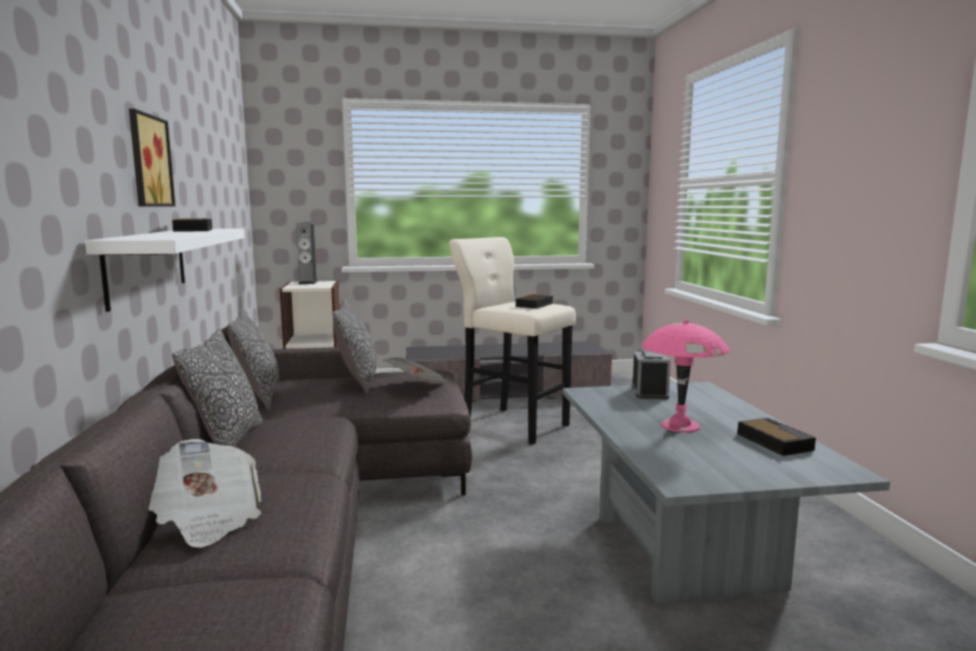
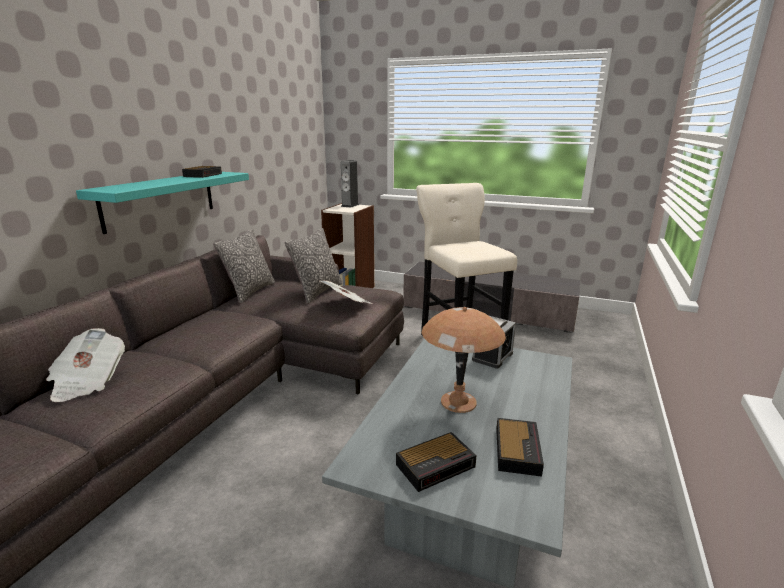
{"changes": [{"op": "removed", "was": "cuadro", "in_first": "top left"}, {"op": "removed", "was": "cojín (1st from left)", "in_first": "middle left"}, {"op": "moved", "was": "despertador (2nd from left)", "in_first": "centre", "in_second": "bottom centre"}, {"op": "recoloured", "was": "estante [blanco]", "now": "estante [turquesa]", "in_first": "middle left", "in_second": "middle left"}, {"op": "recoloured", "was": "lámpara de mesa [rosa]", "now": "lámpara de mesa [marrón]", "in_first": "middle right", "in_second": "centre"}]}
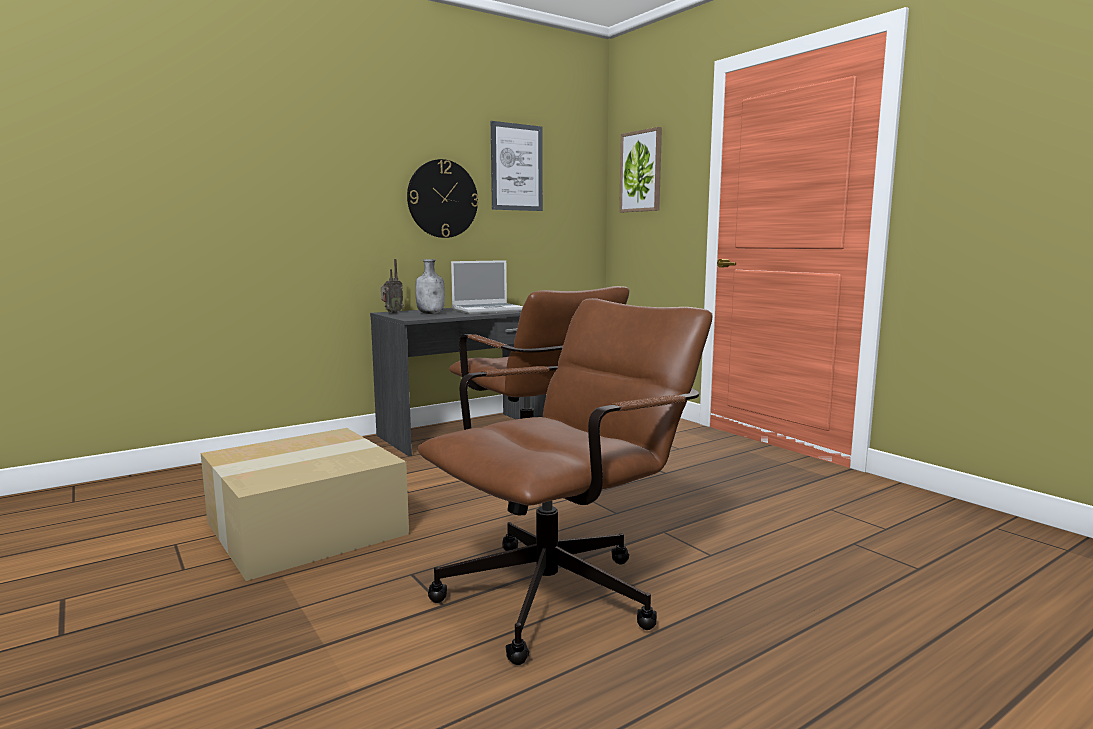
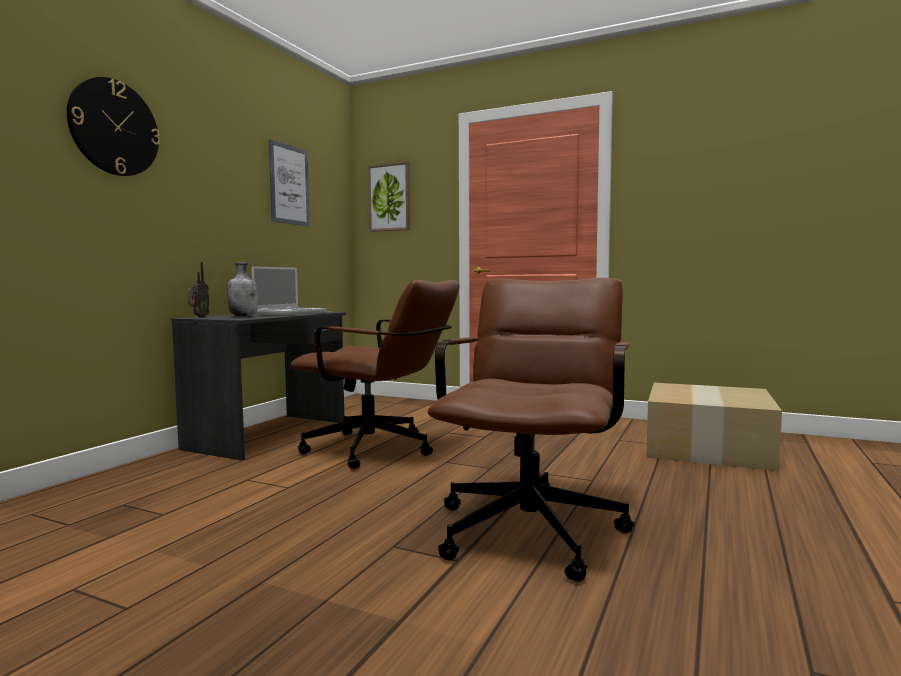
{"changes": [{"op": "moved", "was": "caja de cartón", "in_first": "bottom left", "in_second": "middle right"}, {"op": "moved", "was": "reloj de pared", "in_first": "top centre", "in_second": "top left"}]}
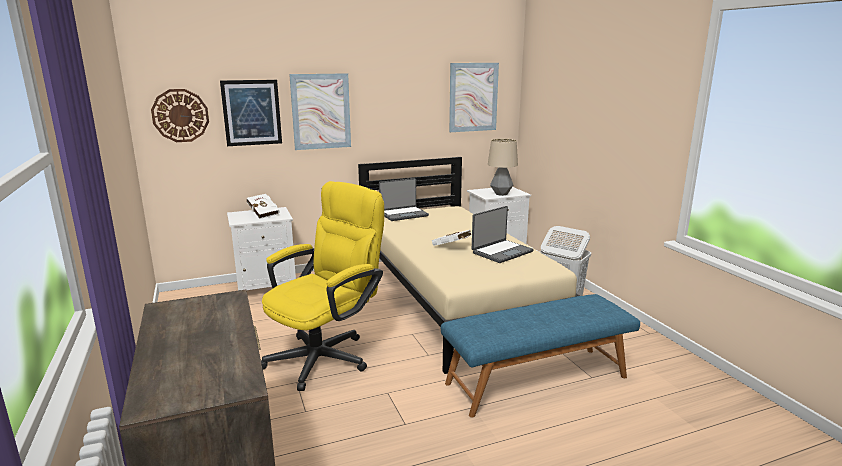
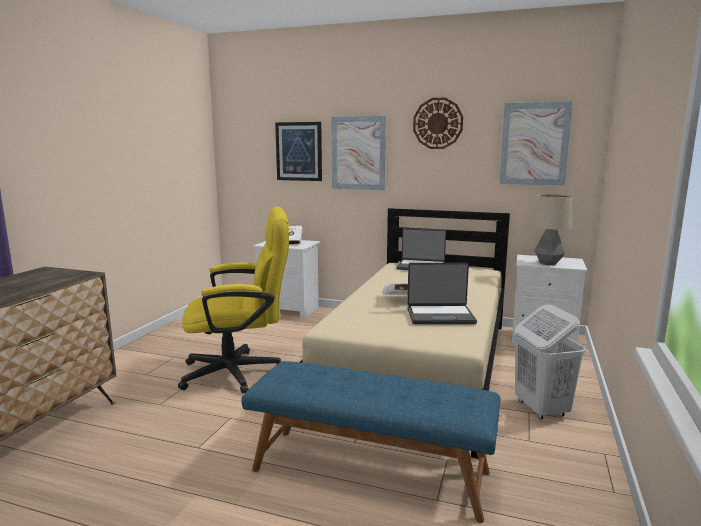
{"changes": [{"op": "moved", "was": "reloj de pared", "in_first": "top left", "in_second": "top centre"}]}
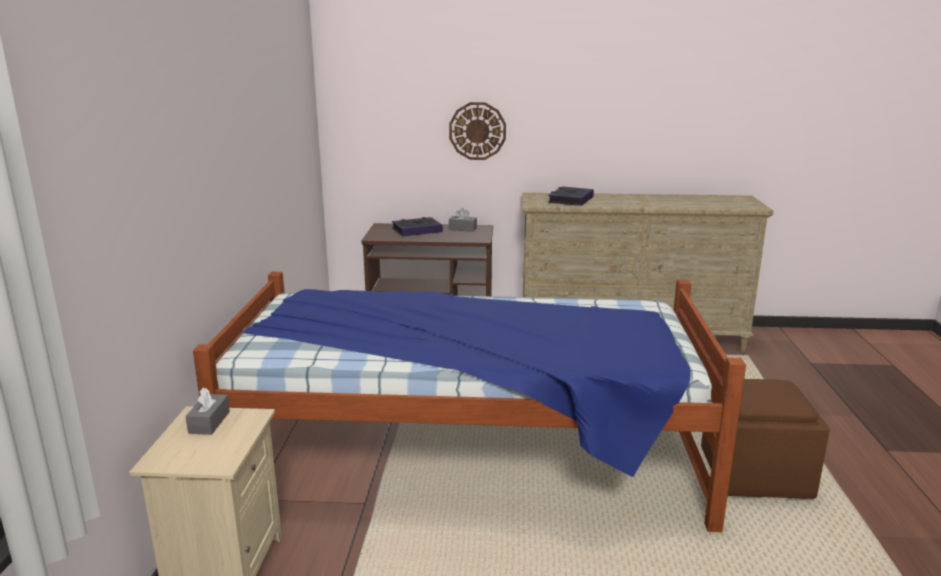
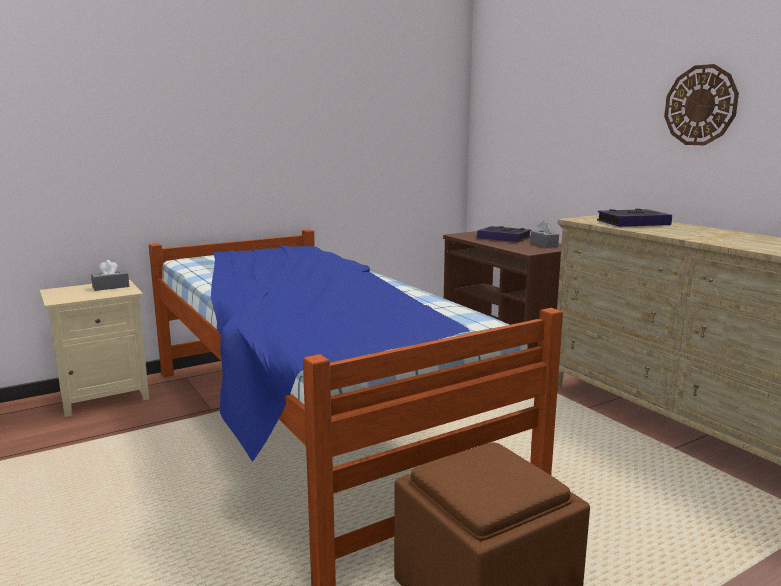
{"changes": [{"op": "moved", "was": "reloj de pared", "in_first": "top centre", "in_second": "top right"}]}
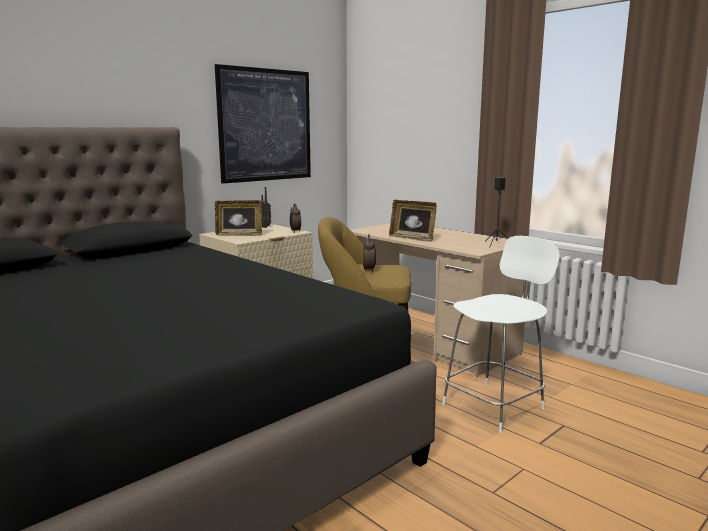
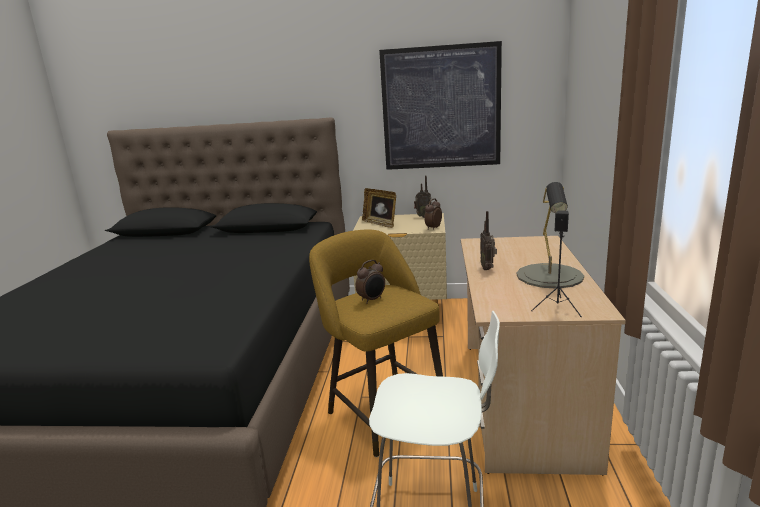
{"changes": [{"op": "added", "now": "lámpara de mesa [gris]", "in_second": "middle right"}, {"op": "replaced", "was": "portarretratos (2nd from left)", "now": "radio (2nd from left)", "in_first": "centre", "in_second": "centre"}]}
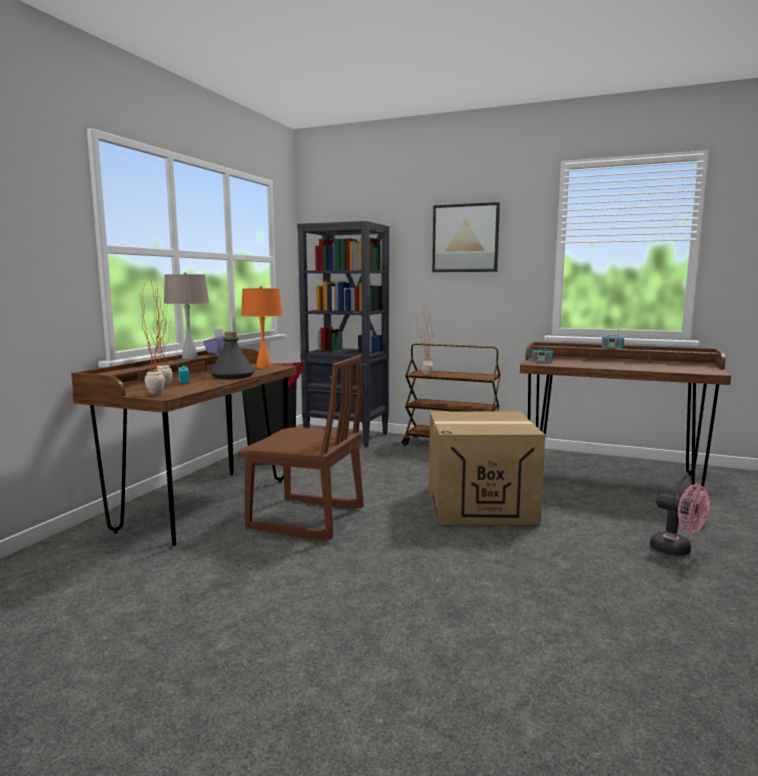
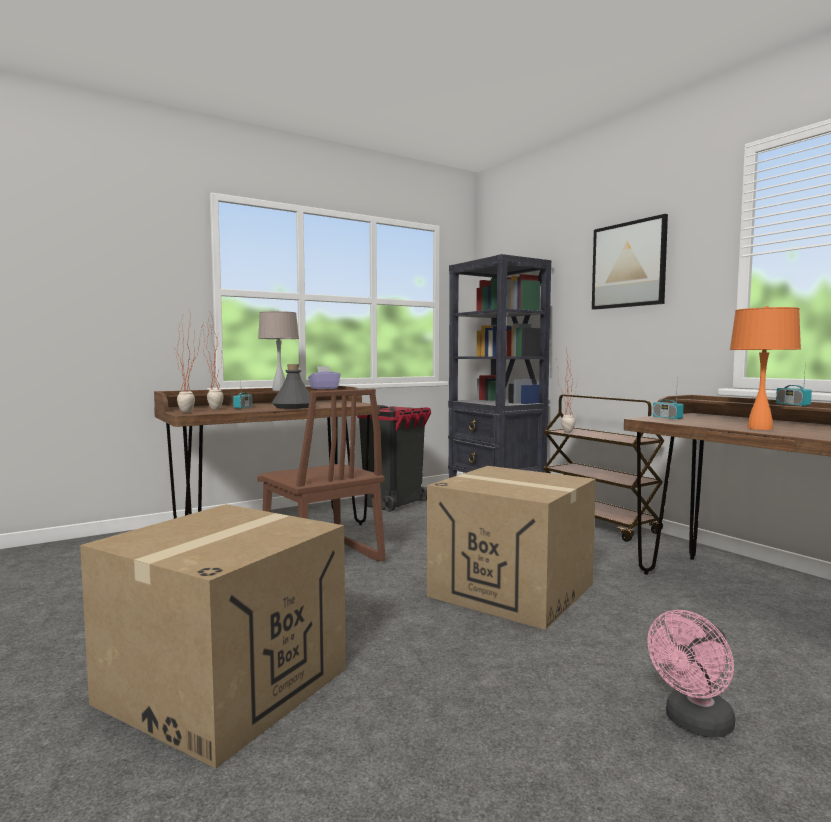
{"changes": [{"op": "added", "now": "caja de cartón (1st from left)", "in_second": "bottom left"}, {"op": "moved", "was": "lámpara de mesa [naranja]", "in_first": "centre", "in_second": "middle right"}, {"op": "turned", "was": "ventilador [rosa]", "in_first": "bottom right", "in_second": "bottom right", "clockwise": 60}]}
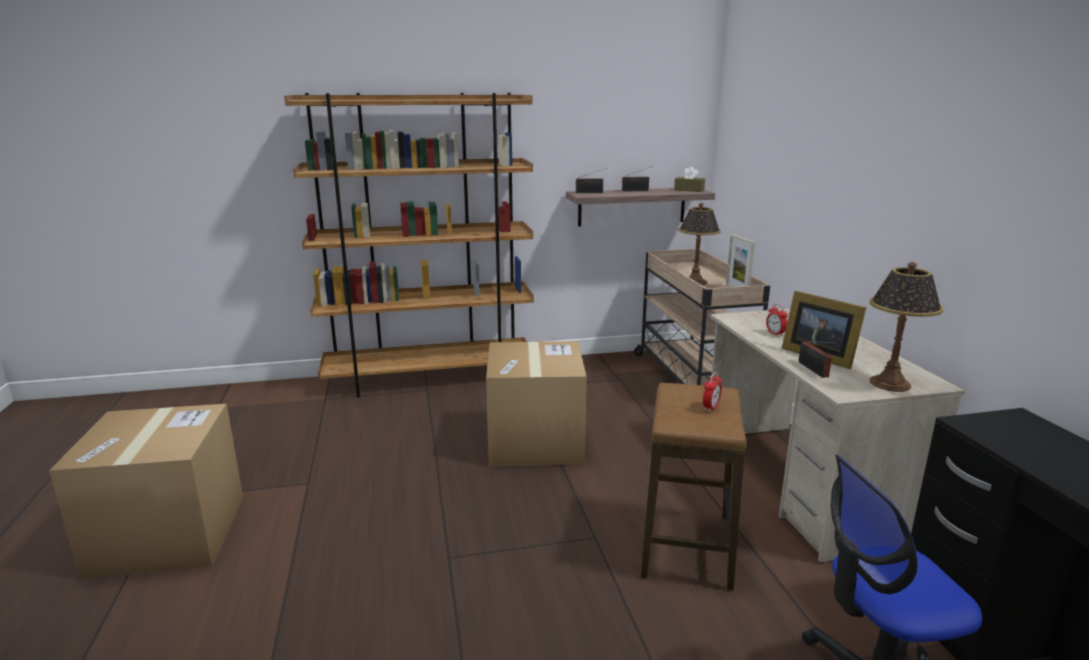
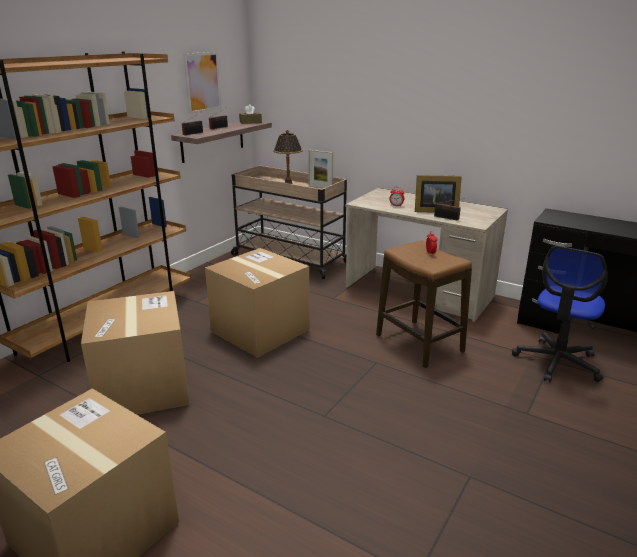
{"changes": [{"op": "removed", "was": "lámpara de mesa (2nd from left)", "in_first": "middle right"}, {"op": "added", "now": "caja de cartón (2nd from left)", "in_second": "middle left"}, {"op": "added", "now": "cuadro", "in_second": "top left"}]}
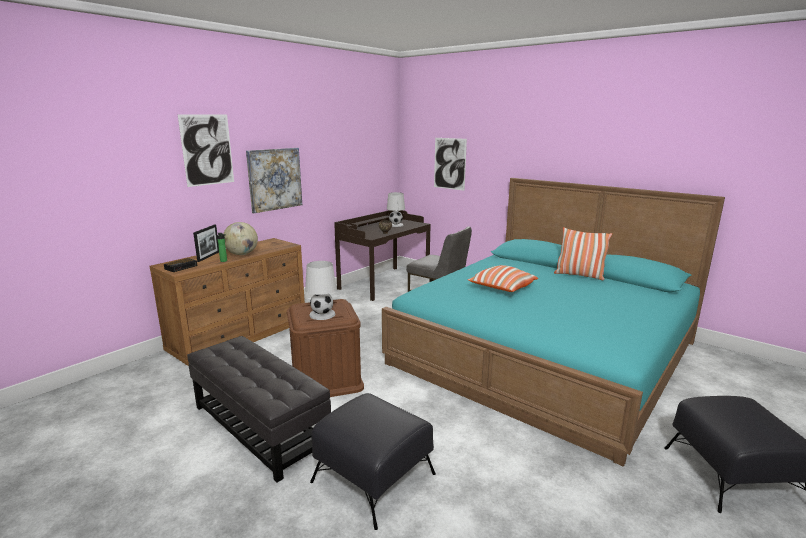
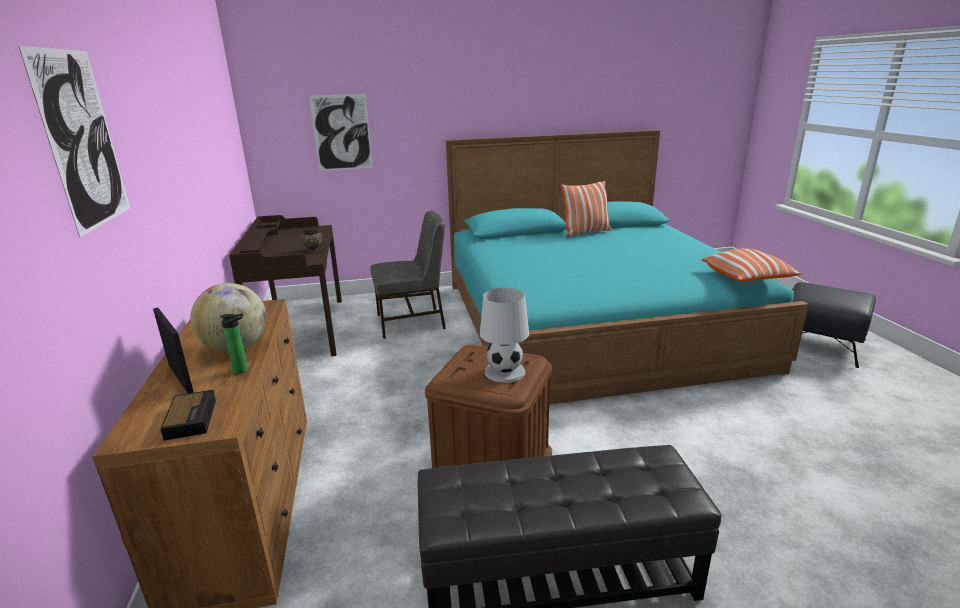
{"changes": [{"op": "removed", "was": "cuadro (2nd from left)", "in_first": "centre"}, {"op": "removed", "was": "puf [negro] (2nd from left)", "in_first": "bottom centre"}, {"op": "removed", "was": "lámpara de mesa [blanco] (2nd from left)", "in_first": "centre"}, {"op": "moved", "was": "cojín (1st from left in the first image)", "now": "cojín (2nd from left)", "in_first": "centre", "in_second": "middle right"}]}
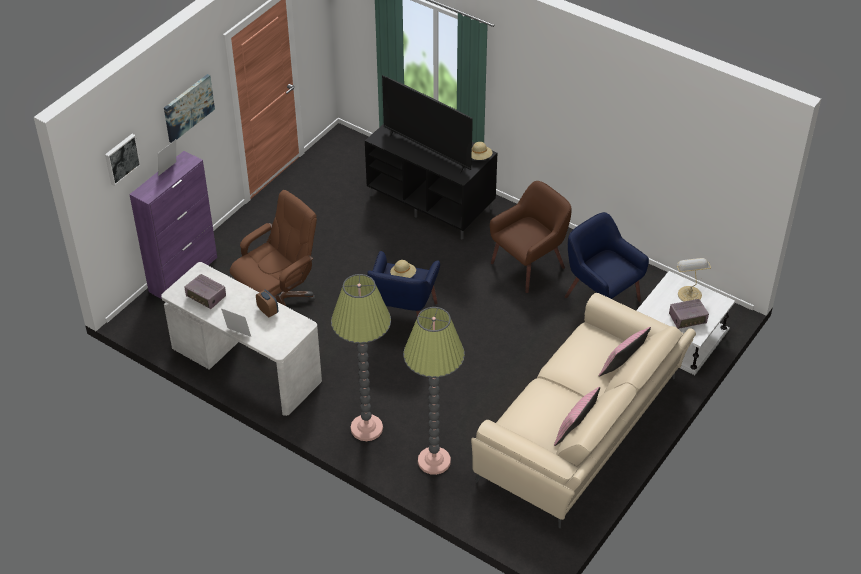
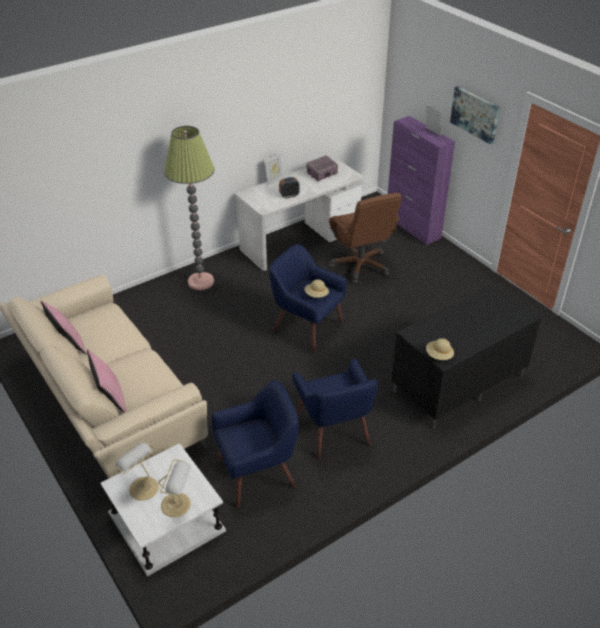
{"changes": [{"op": "removed", "was": "cuadro (1st from left)", "in_first": "top left"}, {"op": "removed", "was": "televisor", "in_first": "top centre"}, {"op": "removed", "was": "lámpara de pie (2nd from left)", "in_first": "bottom centre"}, {"op": "replaced", "was": "radio (2nd from left)", "now": "lámpara de mesa (1st from left)", "in_first": "middle right", "in_second": "bottom left"}, {"op": "recoloured", "was": "sillón [marrón]", "now": "sillón [azul] (3rd from left)", "in_first": "centre", "in_second": "centre"}]}
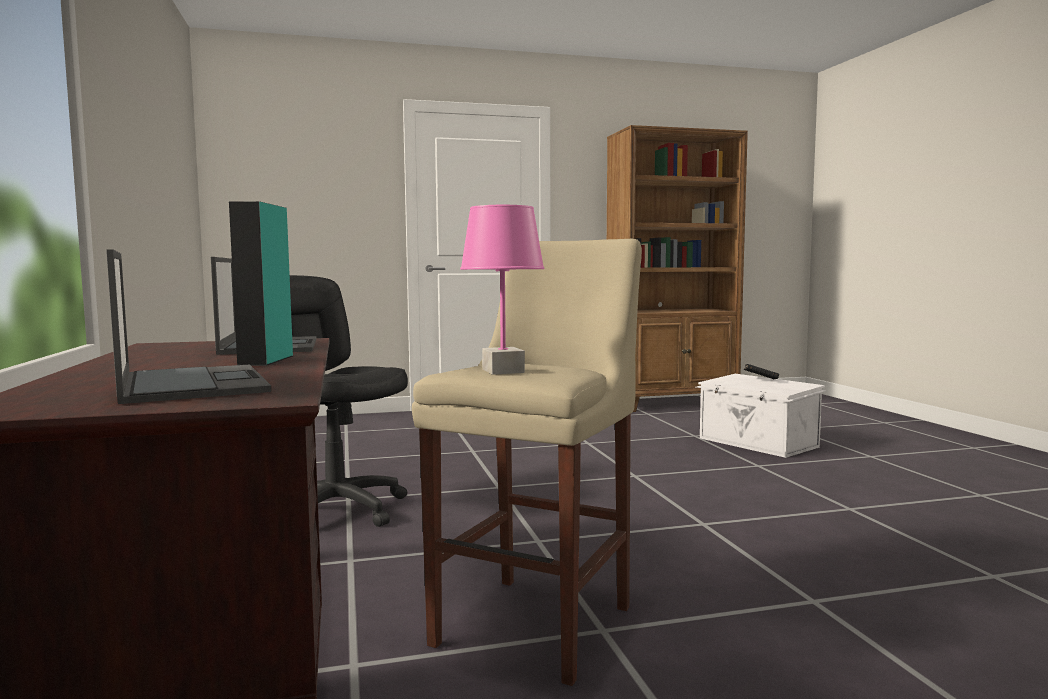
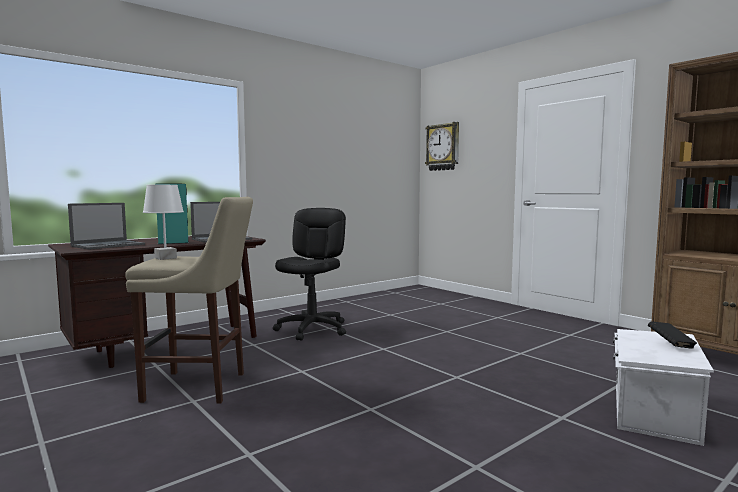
{"changes": [{"op": "added", "now": "reloj de pared", "in_second": "top centre"}, {"op": "recoloured", "was": "lámpara de mesa [rosa]", "now": "lámpara de mesa [blanco]", "in_first": "centre", "in_second": "middle left"}]}
